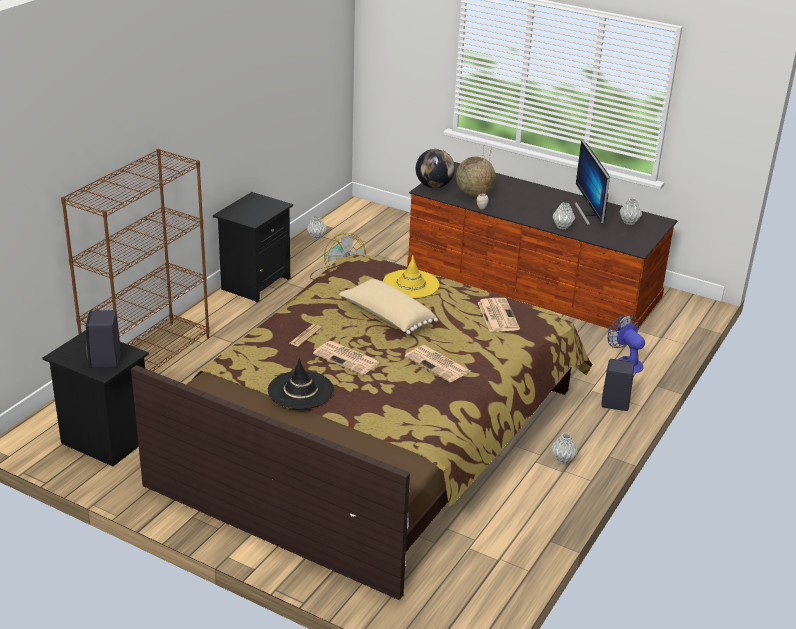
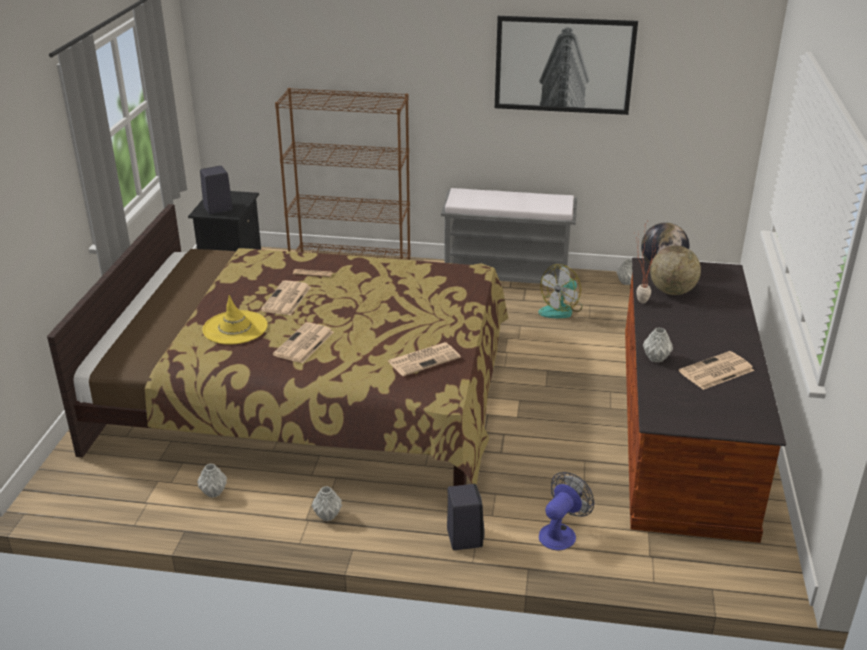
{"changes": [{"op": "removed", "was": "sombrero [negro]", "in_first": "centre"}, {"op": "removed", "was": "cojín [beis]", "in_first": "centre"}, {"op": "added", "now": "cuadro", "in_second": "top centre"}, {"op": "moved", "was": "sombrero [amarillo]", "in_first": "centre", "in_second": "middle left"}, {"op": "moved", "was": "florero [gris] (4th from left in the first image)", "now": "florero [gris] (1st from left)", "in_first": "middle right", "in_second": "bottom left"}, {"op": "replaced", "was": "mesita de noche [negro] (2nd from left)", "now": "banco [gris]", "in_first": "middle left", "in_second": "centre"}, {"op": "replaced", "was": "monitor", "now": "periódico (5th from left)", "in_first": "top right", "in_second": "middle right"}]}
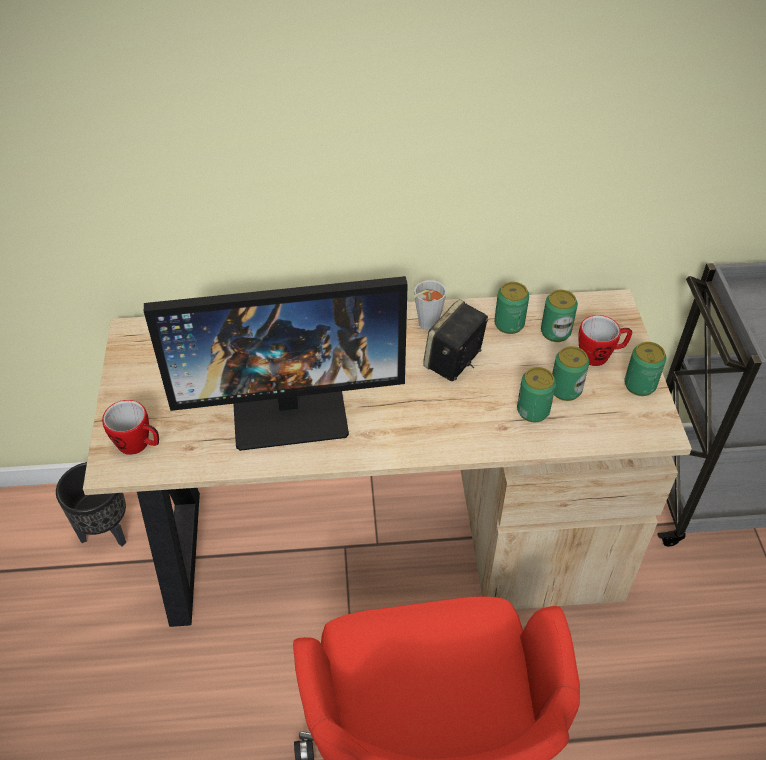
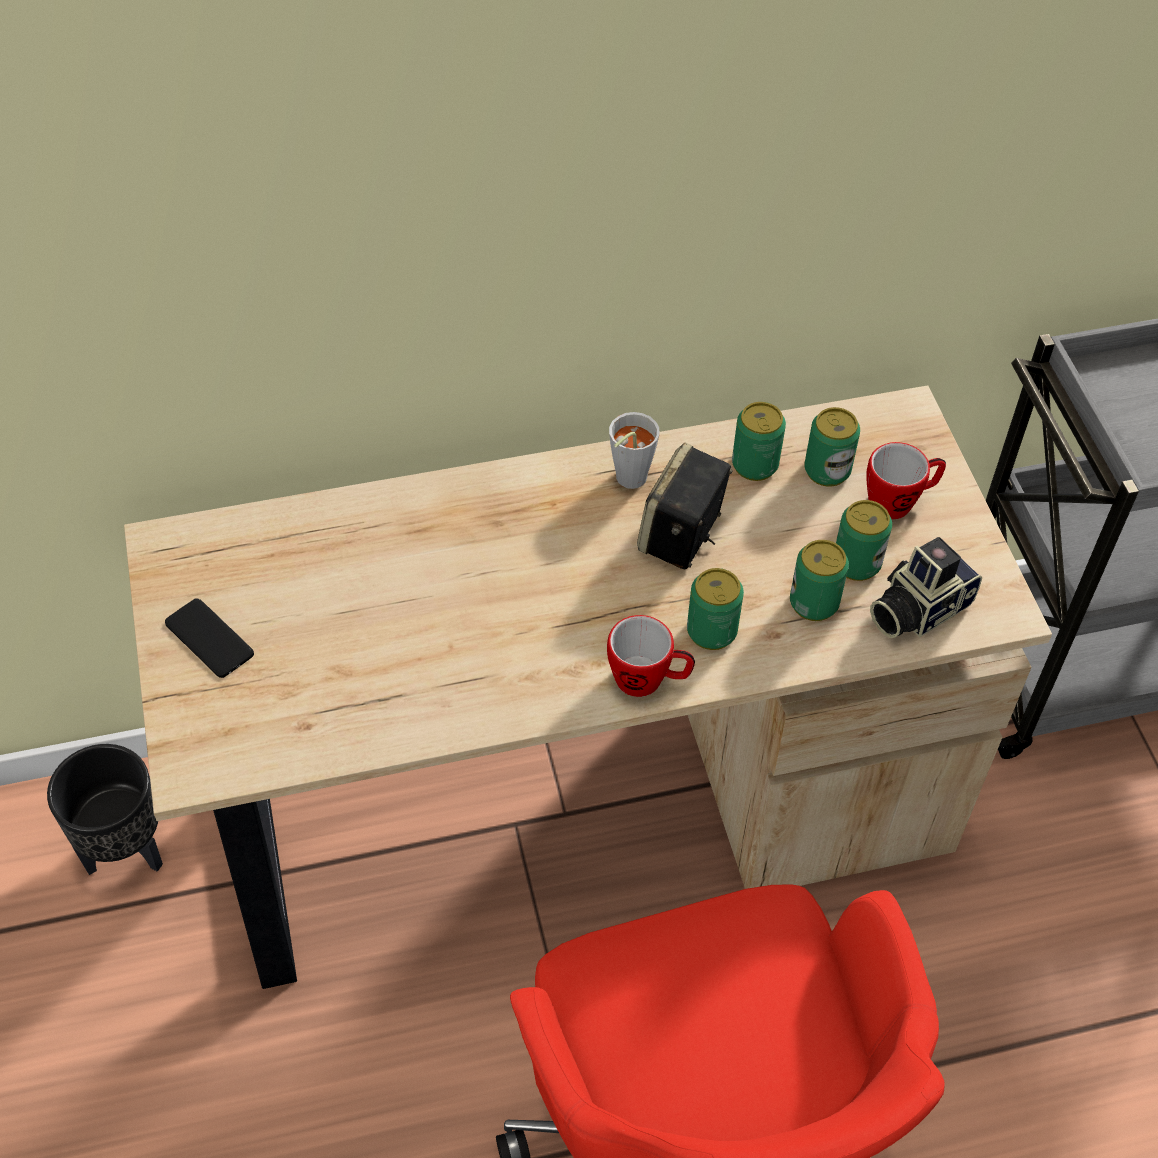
{"changes": [{"op": "removed", "was": "monitor", "in_first": "centre"}, {"op": "added", "now": "móvil", "in_second": "middle left"}, {"op": "added", "now": "cámara", "in_second": "middle right"}, {"op": "moved", "was": "taza grande (1st from left)", "in_first": "middle left", "in_second": "centre"}, {"op": "moved", "was": "lata (5th from left in the first image)", "now": "lata (1st from left)", "in_first": "middle right", "in_second": "centre"}]}
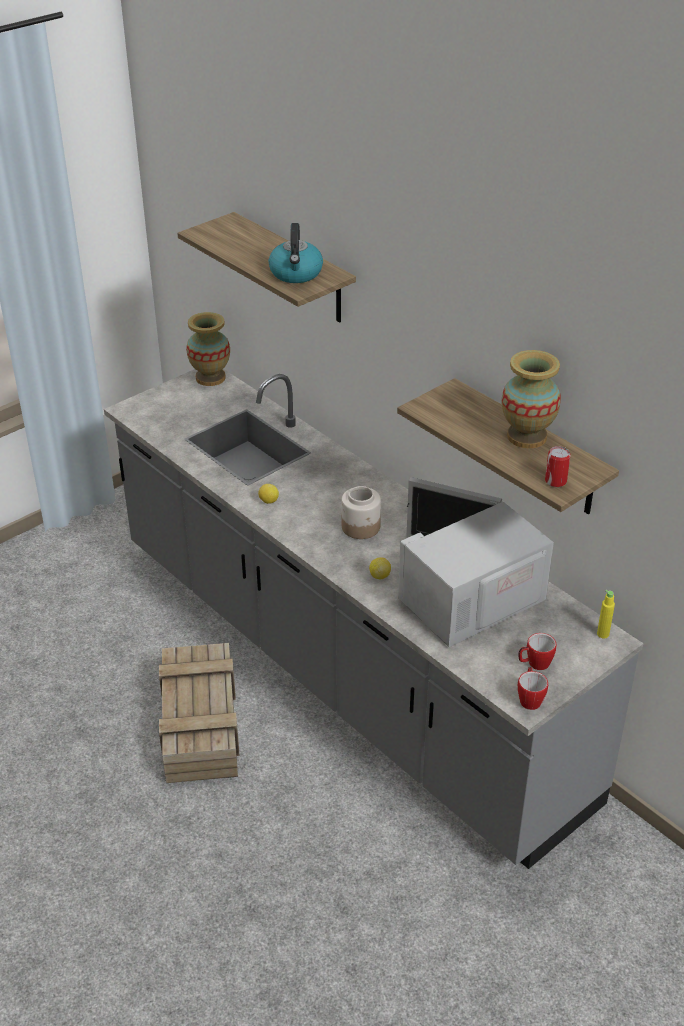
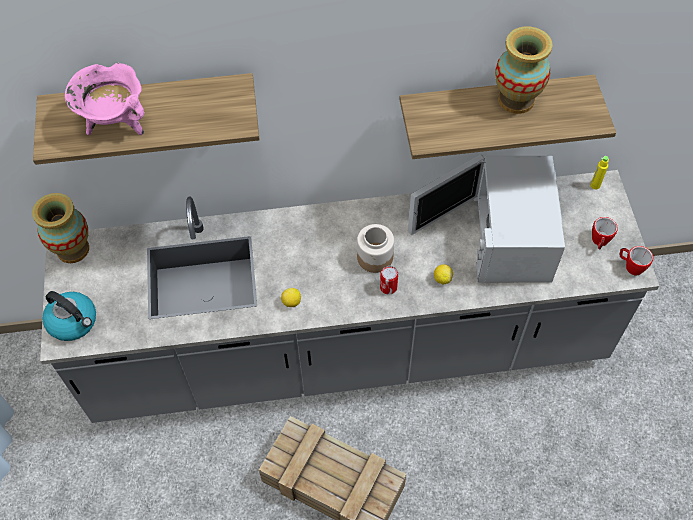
{"changes": [{"op": "added", "now": "olla [rosa]", "in_second": "top left"}, {"op": "moved", "was": "hervidor", "in_first": "top centre", "in_second": "middle left"}, {"op": "moved", "was": "lata", "in_first": "middle right", "in_second": "centre"}]}
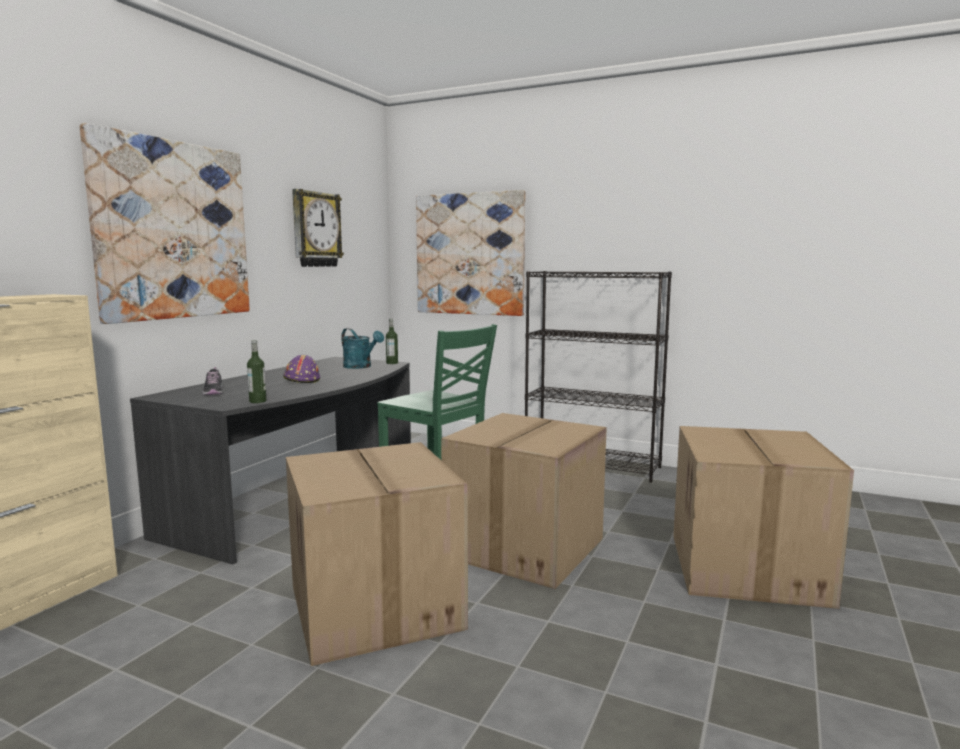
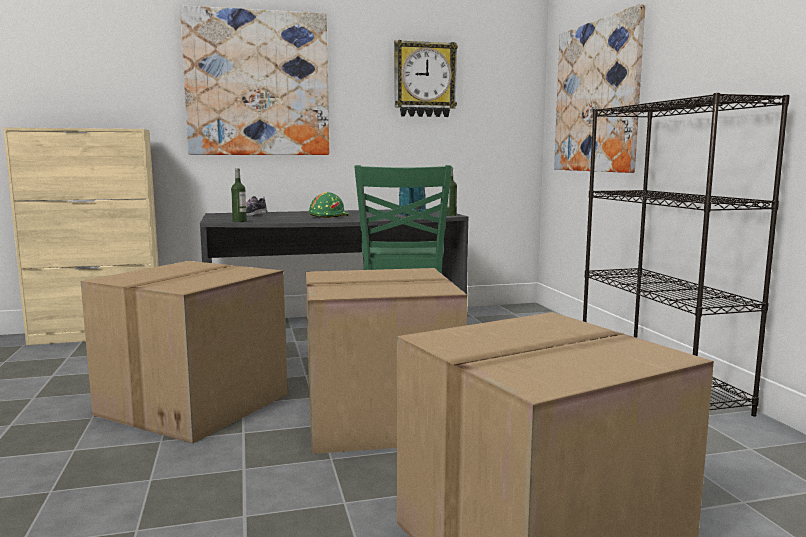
{"changes": [{"op": "recoloured", "was": "casco [morado]", "now": "casco [verde]", "in_first": "middle left", "in_second": "centre"}]}
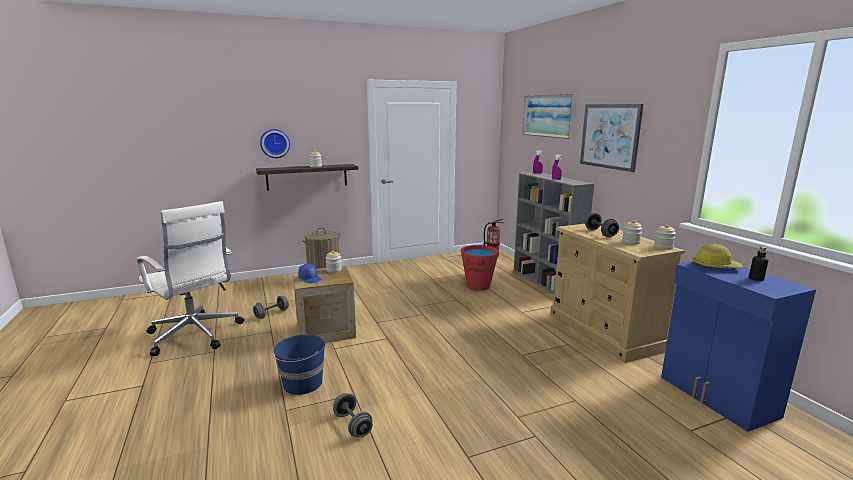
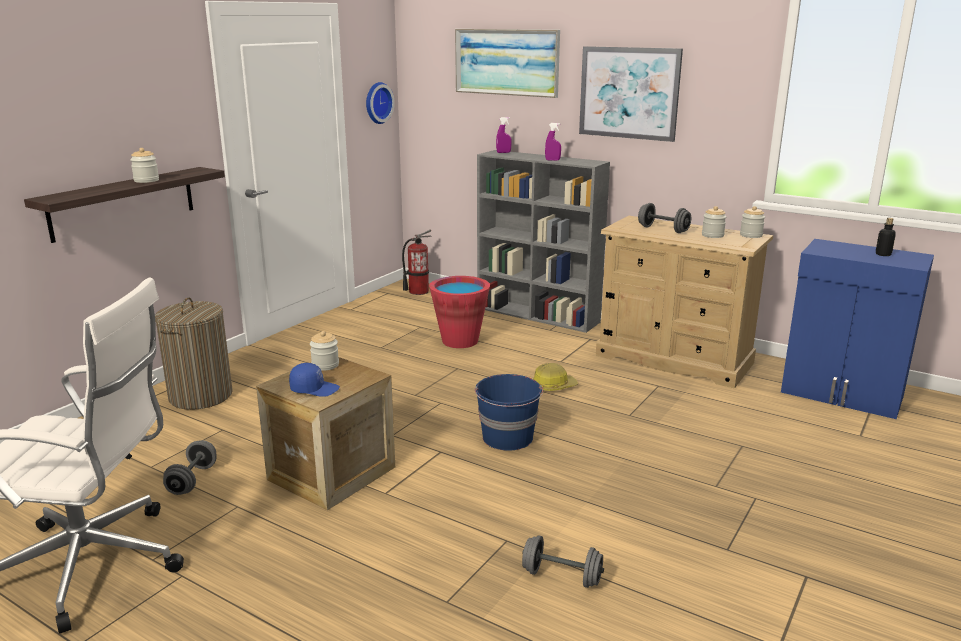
{"changes": [{"op": "moved", "was": "reloj de pared", "in_first": "top left", "in_second": "top centre"}, {"op": "moved", "was": "cubo [azul]", "in_first": "bottom centre", "in_second": "centre"}, {"op": "moved", "was": "casco", "in_first": "middle right", "in_second": "centre"}]}
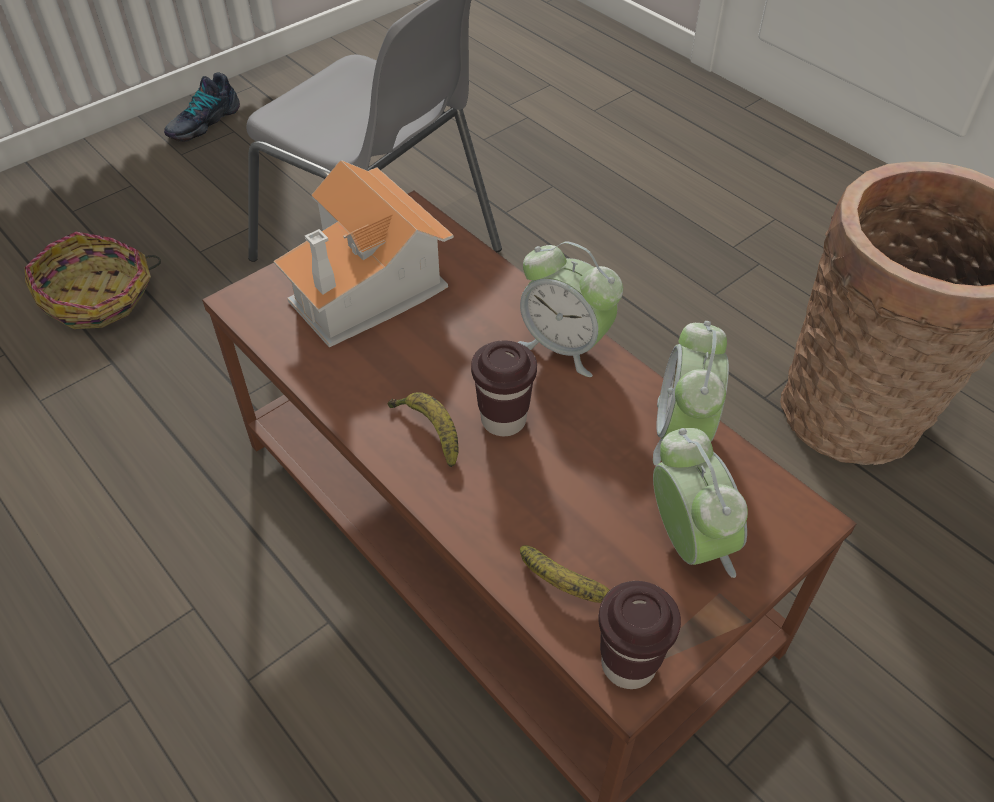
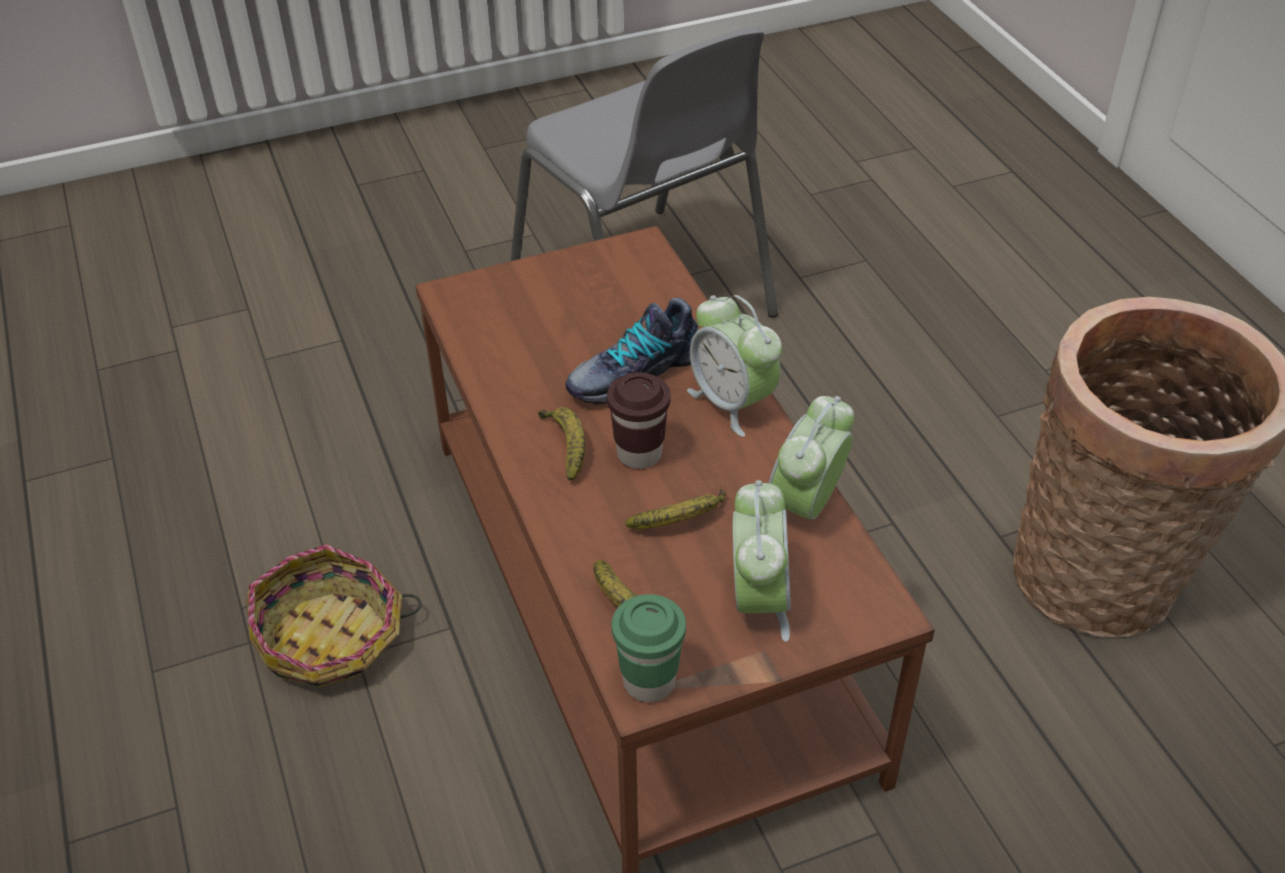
{"changes": [{"op": "removed", "was": "casita", "in_first": "top centre"}, {"op": "added", "now": "plátano (3rd from left)", "in_second": "centre"}, {"op": "moved", "was": "cesta (1st from left)", "in_first": "middle left", "in_second": "bottom left"}, {"op": "moved", "was": "zapato", "in_first": "top left", "in_second": "centre"}, {"op": "recoloured", "was": "taza [marrón] (2nd from left)", "now": "taza [verde]", "in_first": "bottom centre", "in_second": "bottom centre"}]}
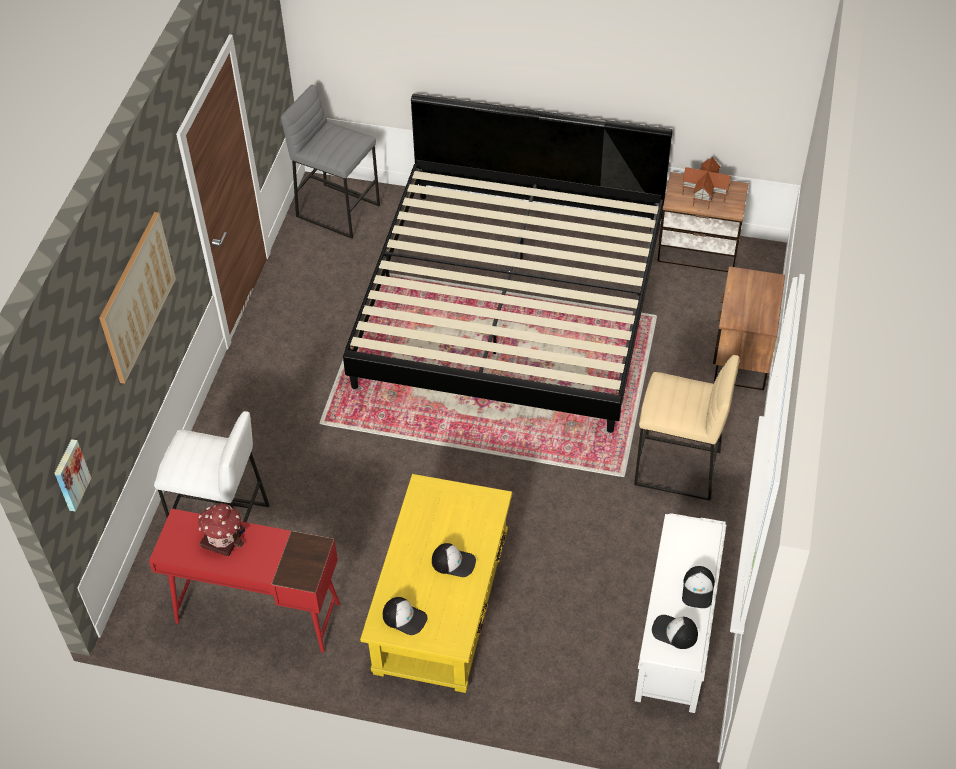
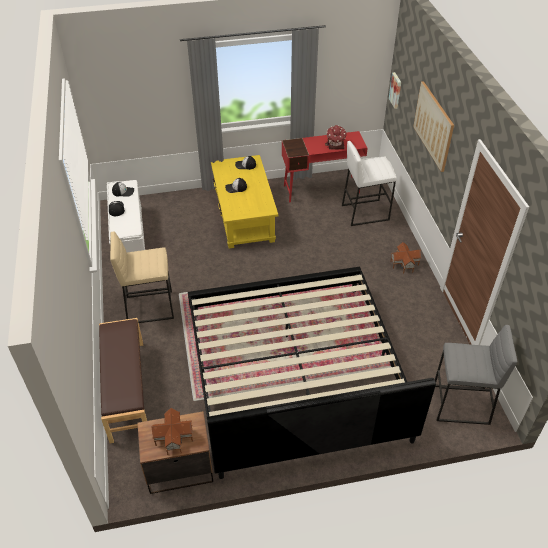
{"changes": [{"op": "added", "now": "casita (3rd from left)", "in_second": "middle right"}, {"op": "replaced", "was": "mesita de noche (2nd from left)", "now": "banco [marrón]", "in_first": "middle right", "in_second": "bottom left"}]}
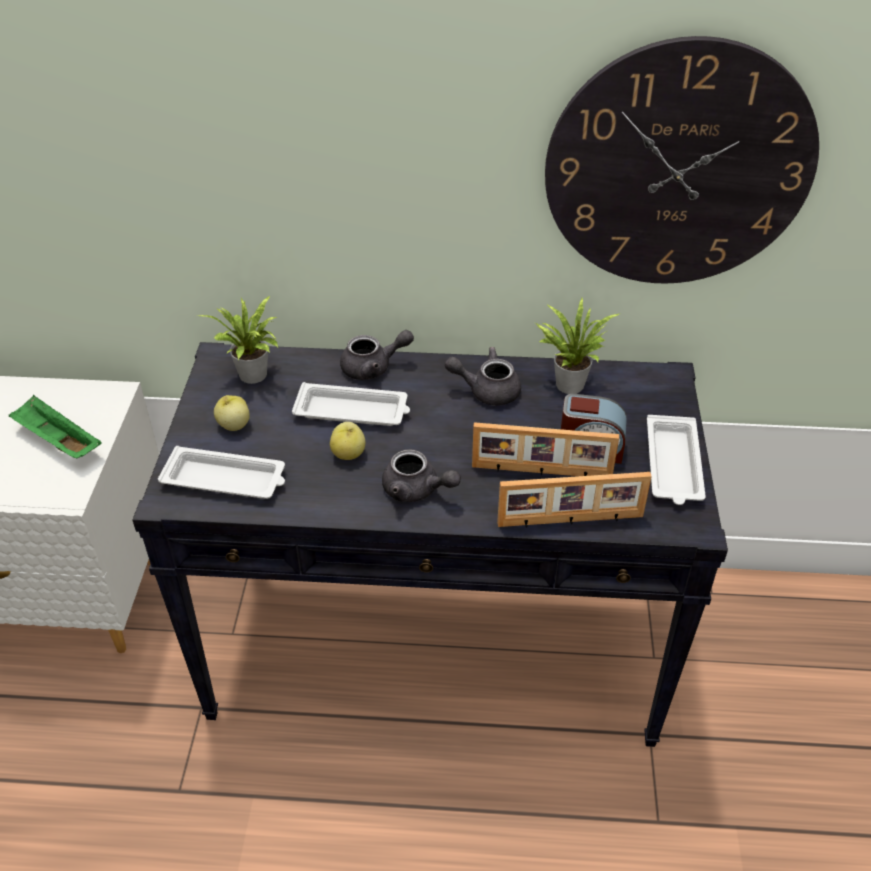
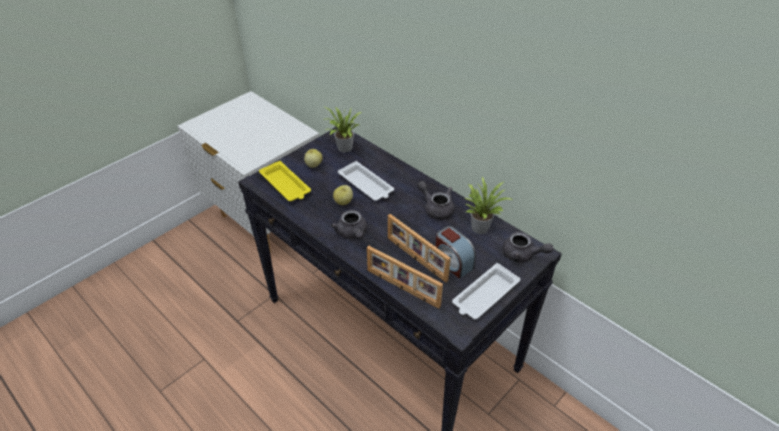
{"changes": [{"op": "removed", "was": "bandeja [verde]", "in_first": "middle left"}, {"op": "removed", "was": "reloj de pared", "in_first": "top right"}, {"op": "moved", "was": "tetera [gris] (1st from left in the first image)", "now": "tetera [gris] (3rd from left)", "in_first": "centre", "in_second": "middle right"}, {"op": "recoloured", "was": "bandeja [blanco] (1st from left)", "now": "bandeja [amarillo]", "in_first": "middle left", "in_second": "centre"}]}
